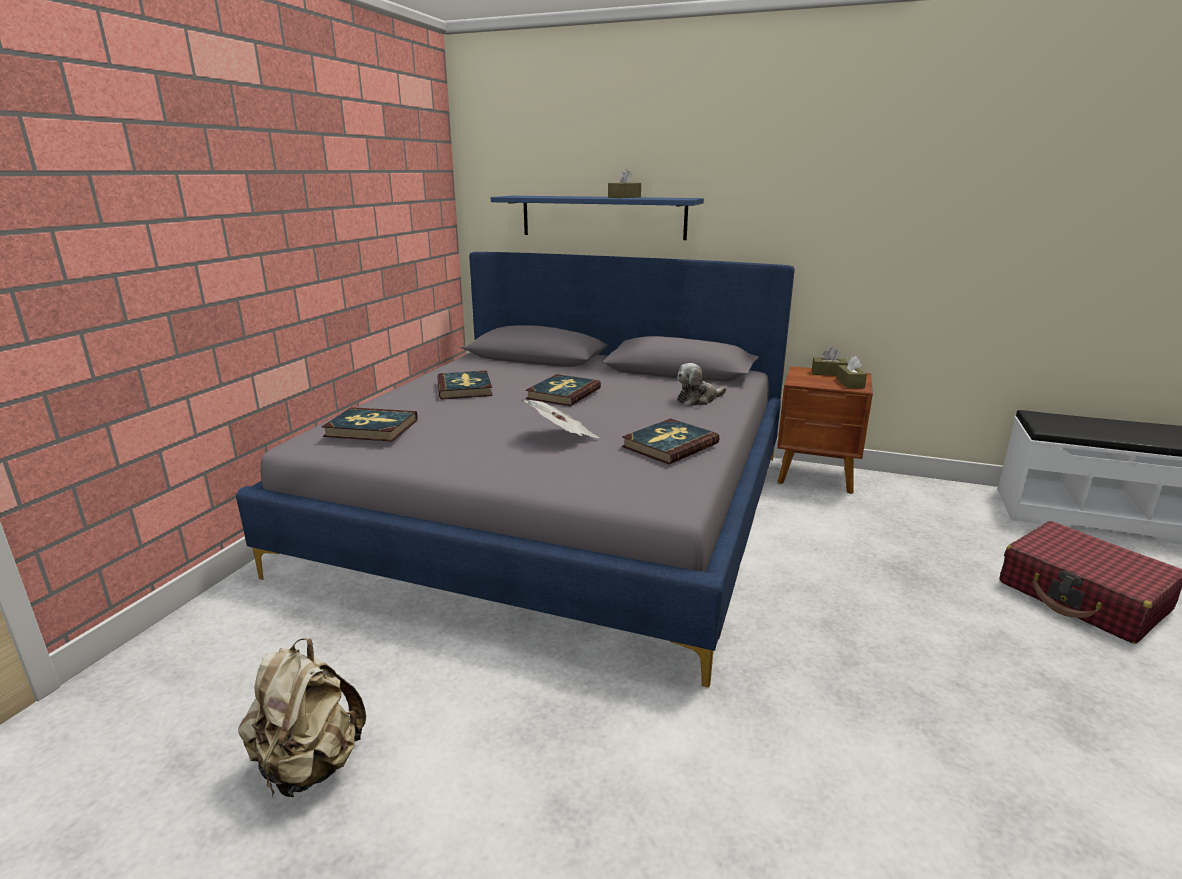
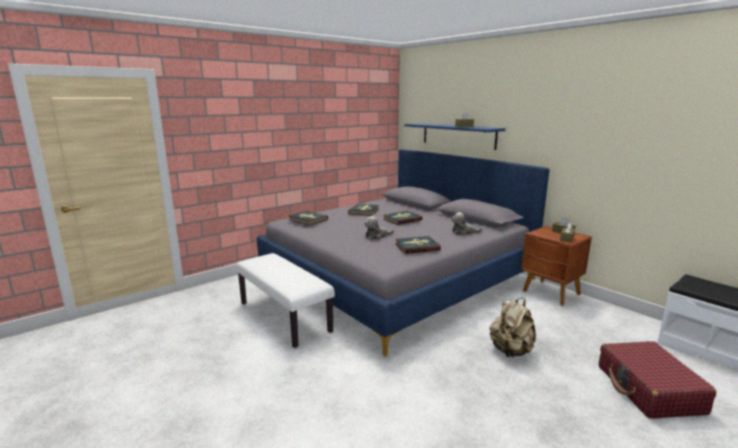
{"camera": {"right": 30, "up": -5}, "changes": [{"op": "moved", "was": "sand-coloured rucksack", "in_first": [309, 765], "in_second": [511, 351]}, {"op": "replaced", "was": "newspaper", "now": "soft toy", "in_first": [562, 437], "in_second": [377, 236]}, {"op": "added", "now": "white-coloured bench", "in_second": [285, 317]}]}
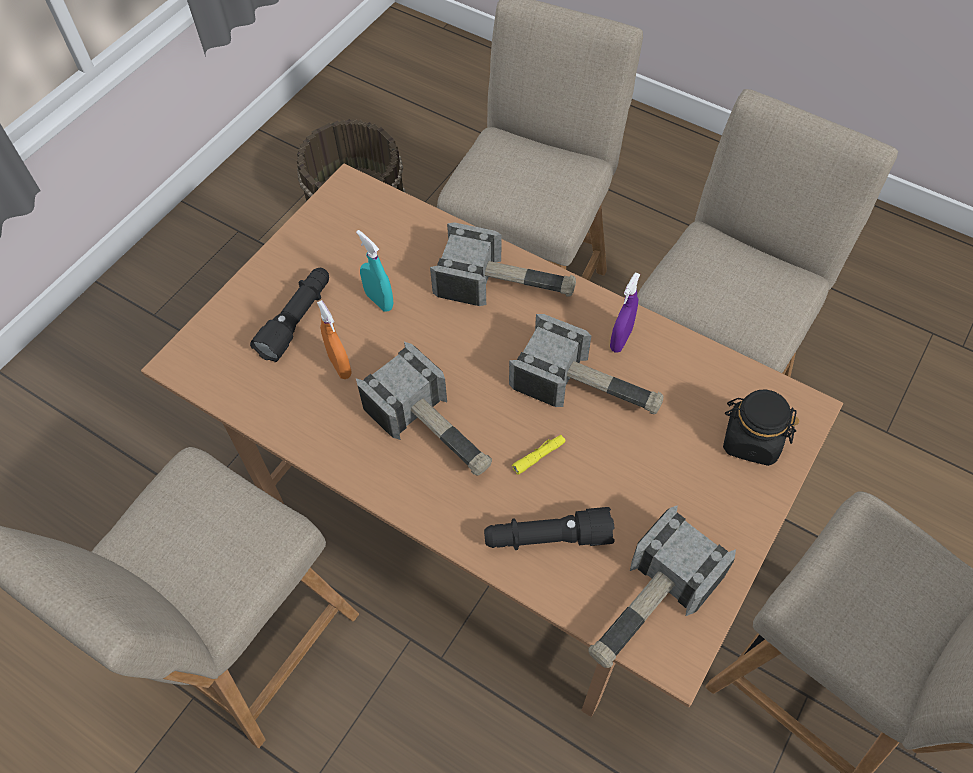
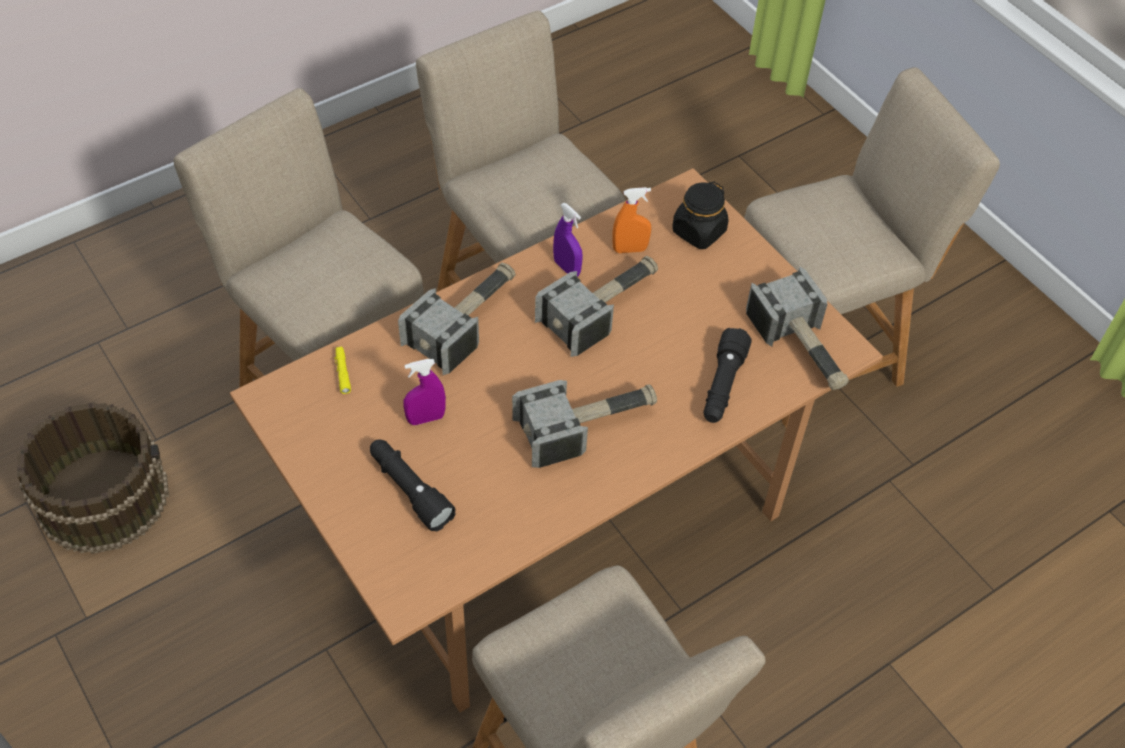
{"camera": {"right": -70, "up": -5}, "changes": [{"op": "moved", "was": "orangey spray bottle", "in_first": [340, 366], "in_second": [630, 249]}, {"op": "recoloured", "was": "blue-green spray bottle", "now": "purple-coloured spray bottle", "in_first": [379, 301], "in_second": [426, 418]}, {"op": "moved", "was": "yellow torch", "in_first": [538, 456], "in_second": [342, 372]}]}
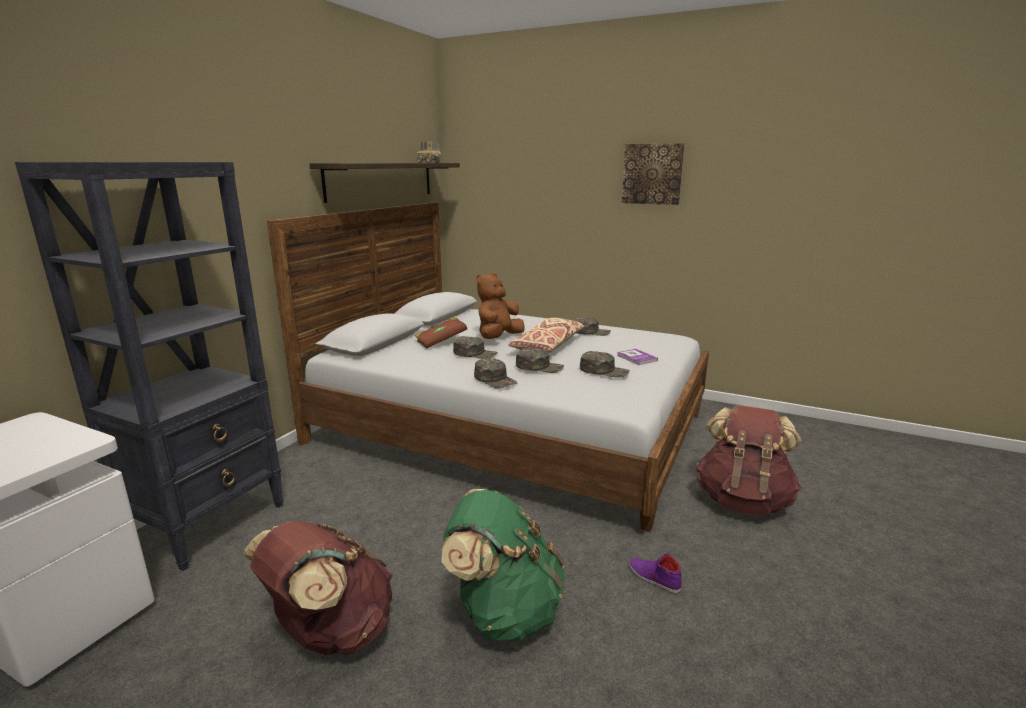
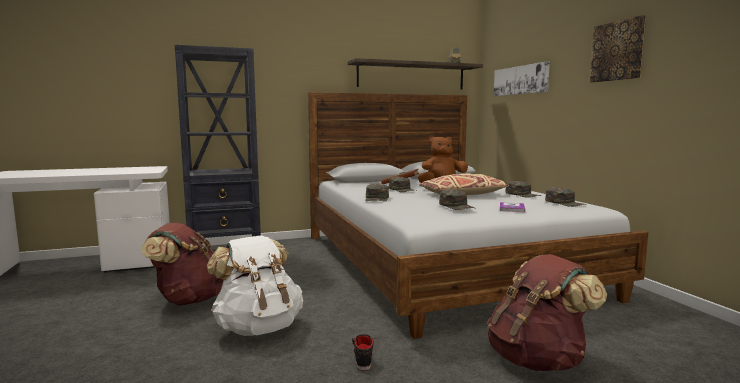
{"camera": {"right": 45, "up": -10}, "changes": [{"op": "recoloured", "was": "green-coloured rucksack", "now": "white-coloured rucksack", "in_first": [504, 611], "in_second": [258, 327]}, {"op": "moved", "was": "green-coloured baseball cap", "in_first": [539, 367], "in_second": [565, 203]}, {"op": "recoloured", "was": "purple-coloured low shoe", "now": "black-coloured low shoe", "in_first": [653, 578], "in_second": [362, 357]}, {"op": "added", "now": "wall art", "in_second": [520, 80]}]}
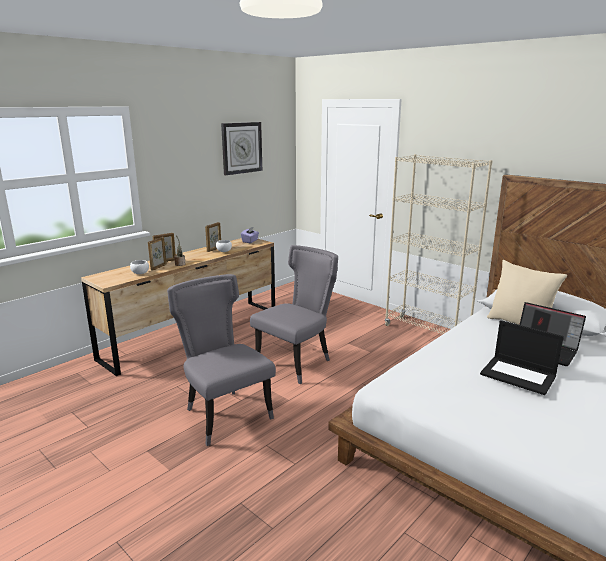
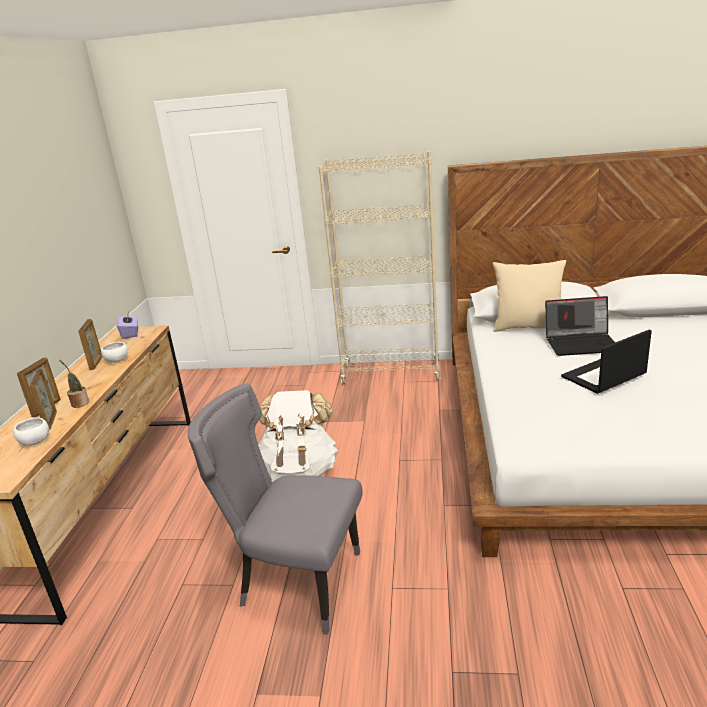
{"camera": {"right": -35, "up": 5}, "changes": [{"op": "removed", "was": "wall clock", "in_first": [241, 148]}, {"op": "replaced", "was": "greyish upright chair", "now": "white-coloured rucksack", "in_first": [297, 362], "in_second": [299, 471]}, {"op": "turned", "was": "notebook computer", "in_first": [519, 375], "in_second": [603, 376], "clockwise": 150}]}
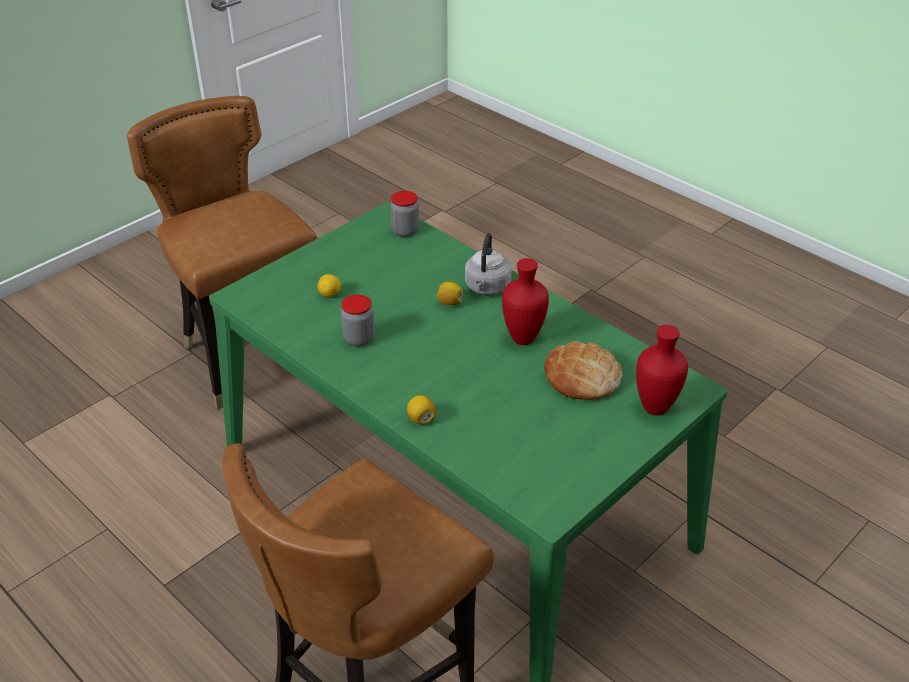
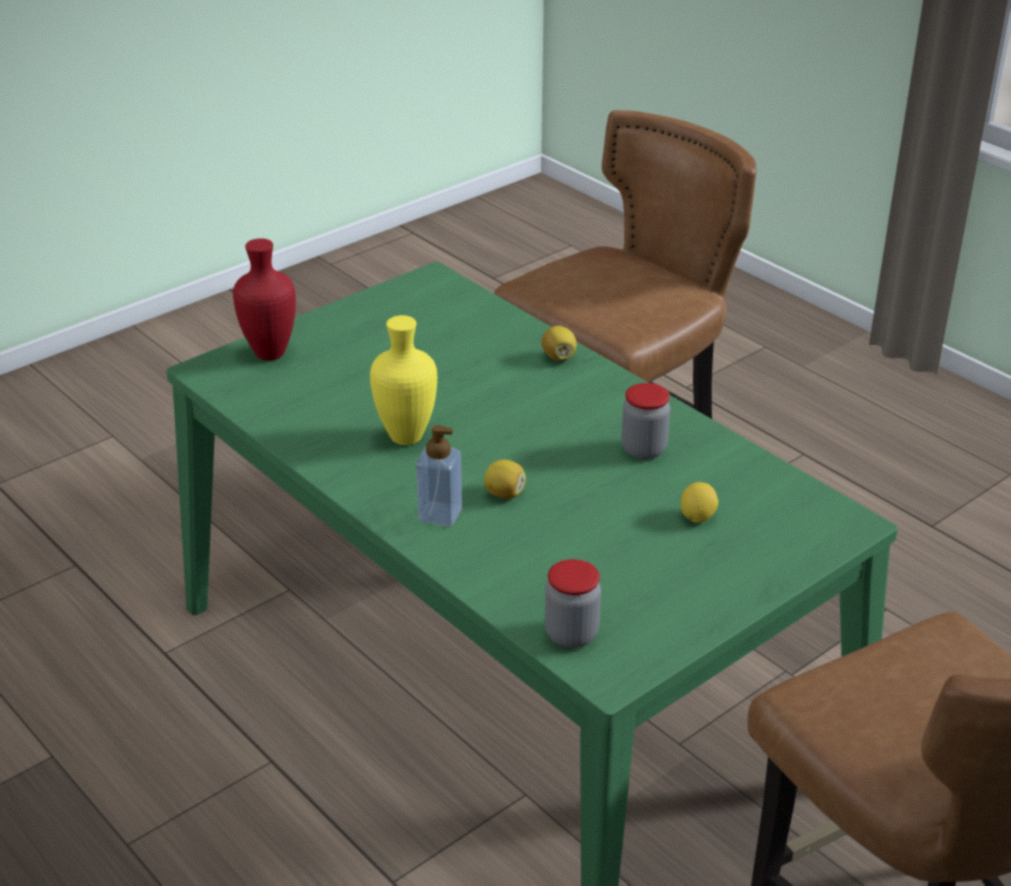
{"camera": {"right": -175, "up": -5}, "changes": [{"op": "replaced", "was": "greyish tea kettle", "now": "liquid soap bottle", "in_first": [487, 288], "in_second": [440, 514]}, {"op": "recoloured", "was": "red flower vase", "now": "yellow flower vase", "in_first": [524, 339], "in_second": [404, 437]}, {"op": "removed", "was": "bakery bread", "in_first": [582, 377]}]}
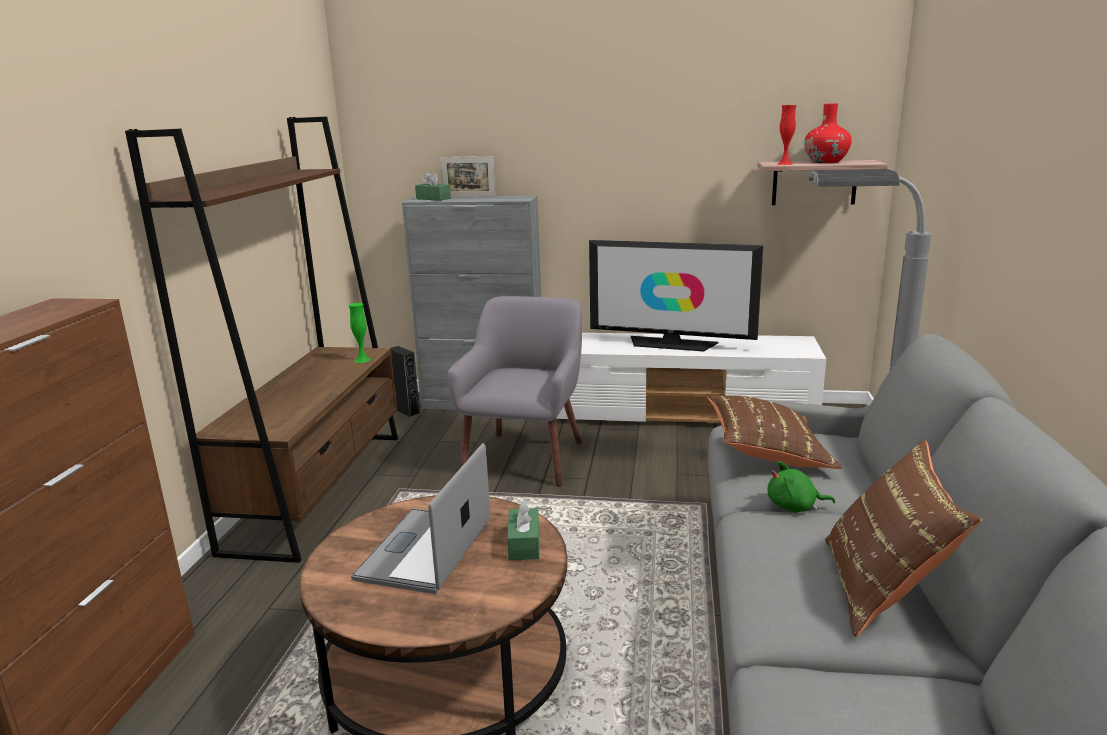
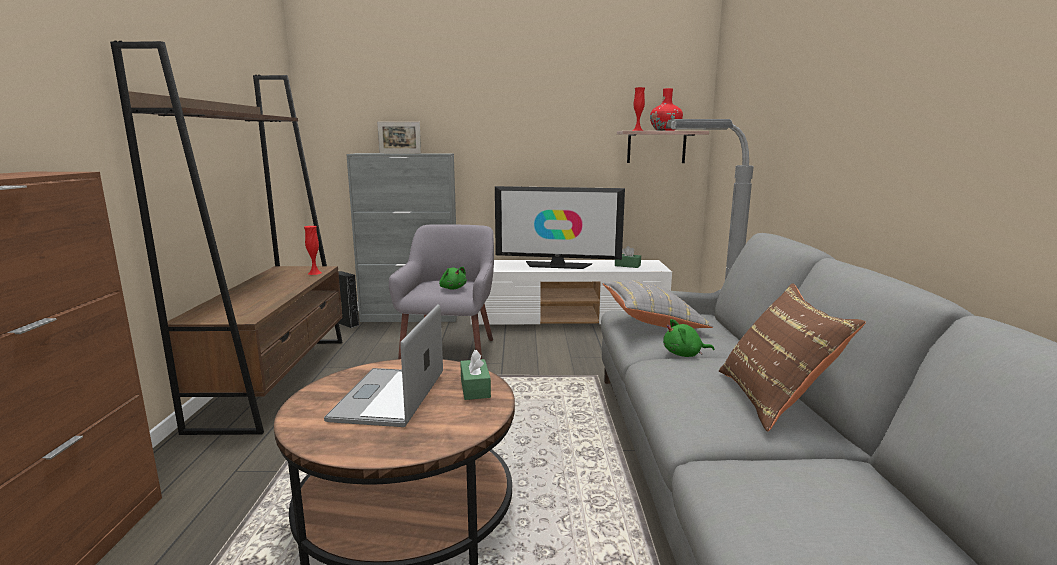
{"camera": {"right": -10, "up": -5}, "changes": [{"op": "recoloured", "was": "green-coloured flower vase", "now": "red flower vase", "in_first": [362, 360], "in_second": [314, 273]}, {"op": "moved", "was": "green-coloured tissue box", "in_first": [433, 198], "in_second": [627, 265]}, {"op": "recoloured", "was": "brown-coloured cushion", "now": "greyish cushion", "in_first": [767, 452], "in_second": [652, 322]}, {"op": "added", "now": "green-coloured soft toy", "in_second": [452, 288]}]}
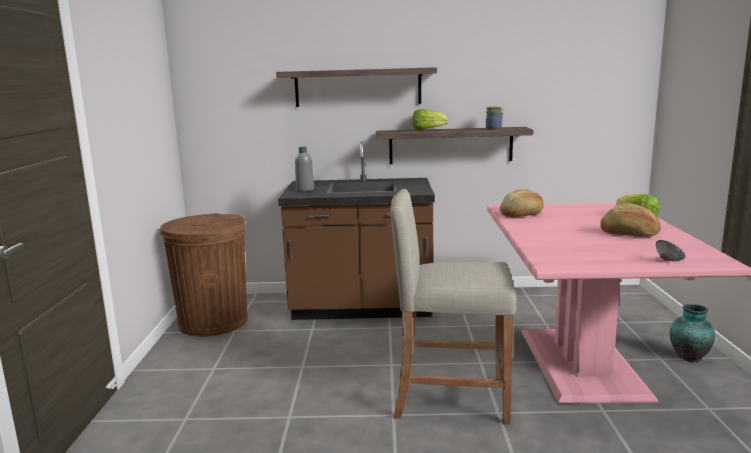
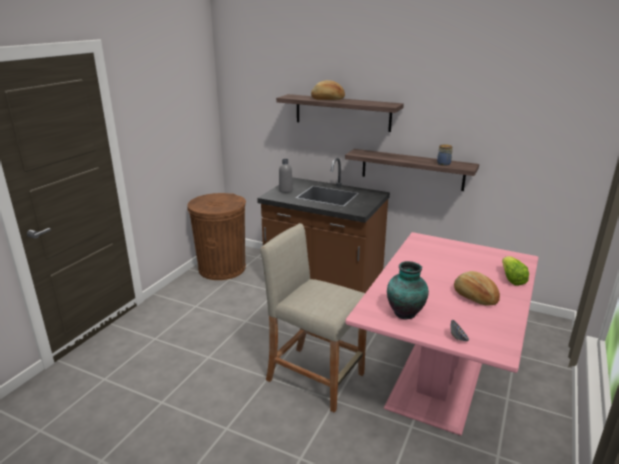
{"camera": {"right": 25, "up": 10}, "changes": [{"op": "removed", "was": "lettuce head", "in_first": [427, 130]}, {"op": "moved", "was": "bakery bread", "in_first": [522, 215], "in_second": [327, 99]}, {"op": "moved", "was": "flower vase", "in_first": [689, 356], "in_second": [406, 312]}]}
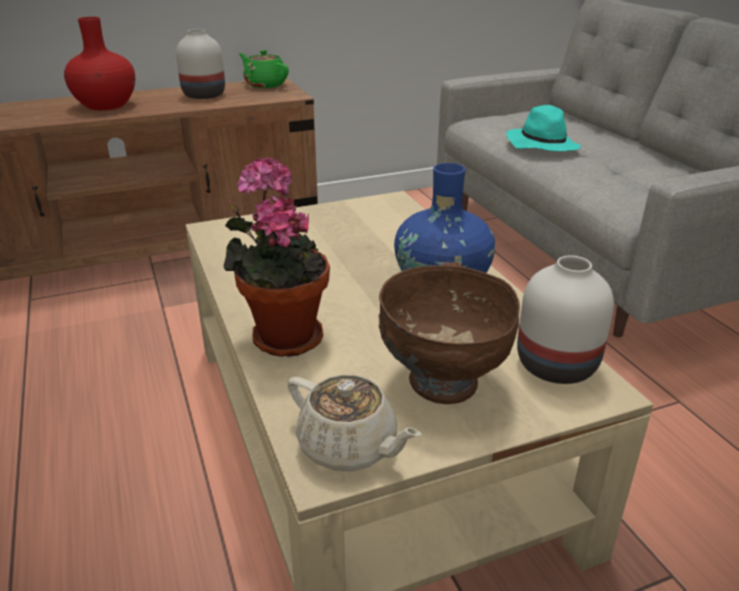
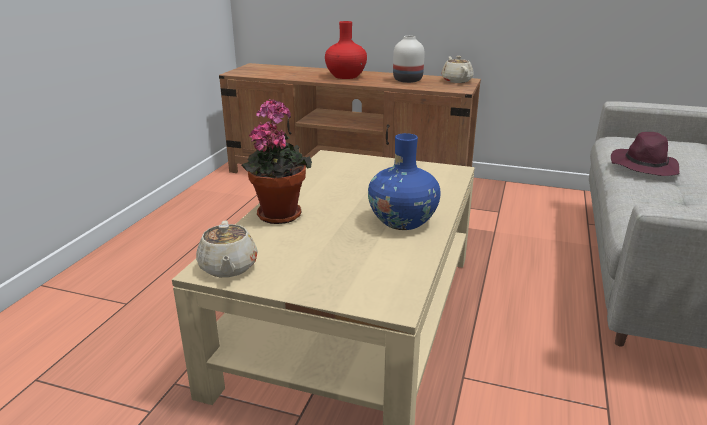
{"camera": {"right": 40, "up": -5}, "changes": [{"op": "recoloured", "was": "green-coloured tea pot", "now": "sand-coloured tea pot", "in_first": [265, 85], "in_second": [456, 80]}, {"op": "removed", "was": "brown-coloured deep dish", "in_first": [442, 384]}, {"op": "recoloured", "was": "blue-green hat", "now": "purple-coloured hat", "in_first": [541, 145], "in_second": [643, 167]}, {"op": "removed", "was": "white-coloured flower vase", "in_first": [555, 364]}]}
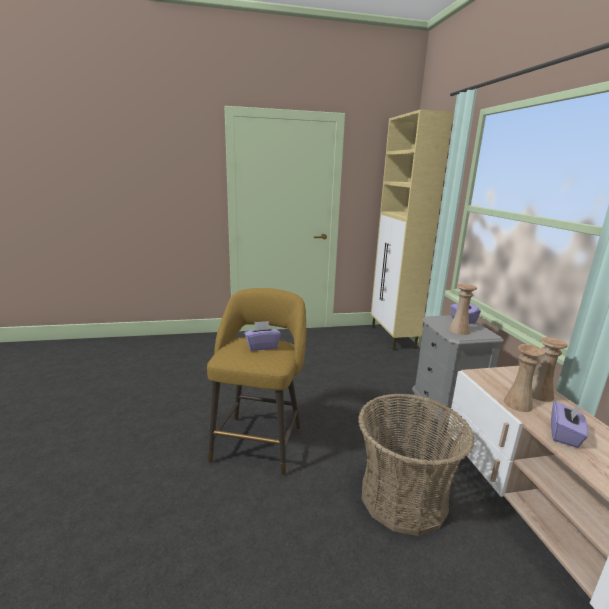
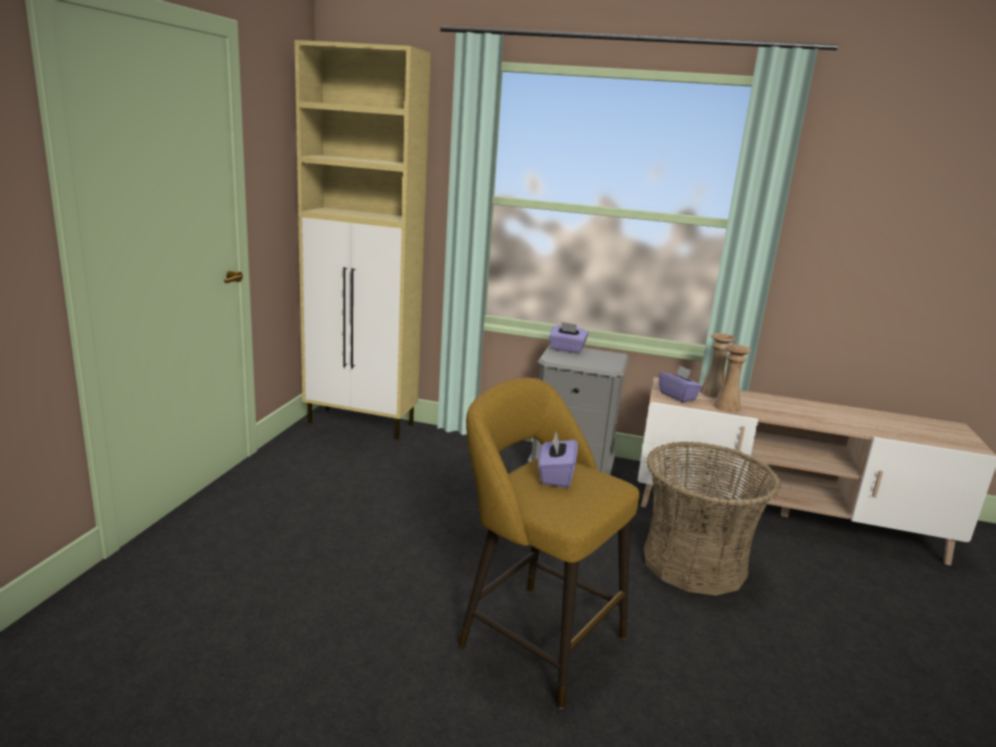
{"camera": {"right": -65, "up": 0}, "changes": [{"op": "removed", "was": "sand-coloured flower vase", "in_first": [459, 330]}, {"op": "moved", "was": "purple-coloured tissue box", "in_first": [564, 435], "in_second": [677, 396]}]}
